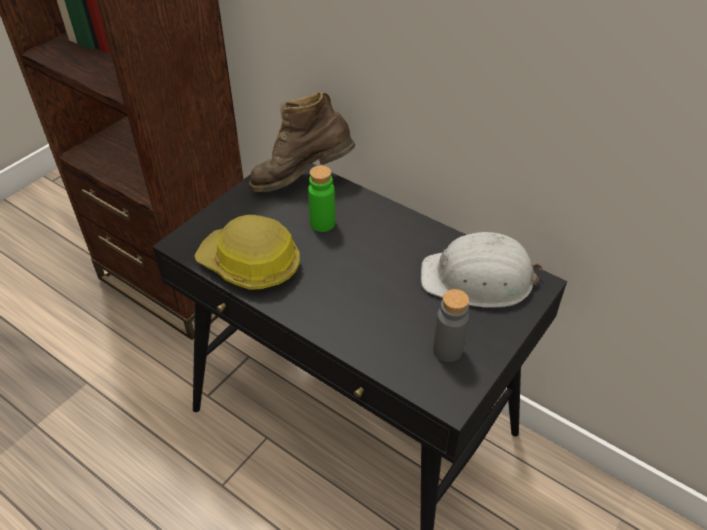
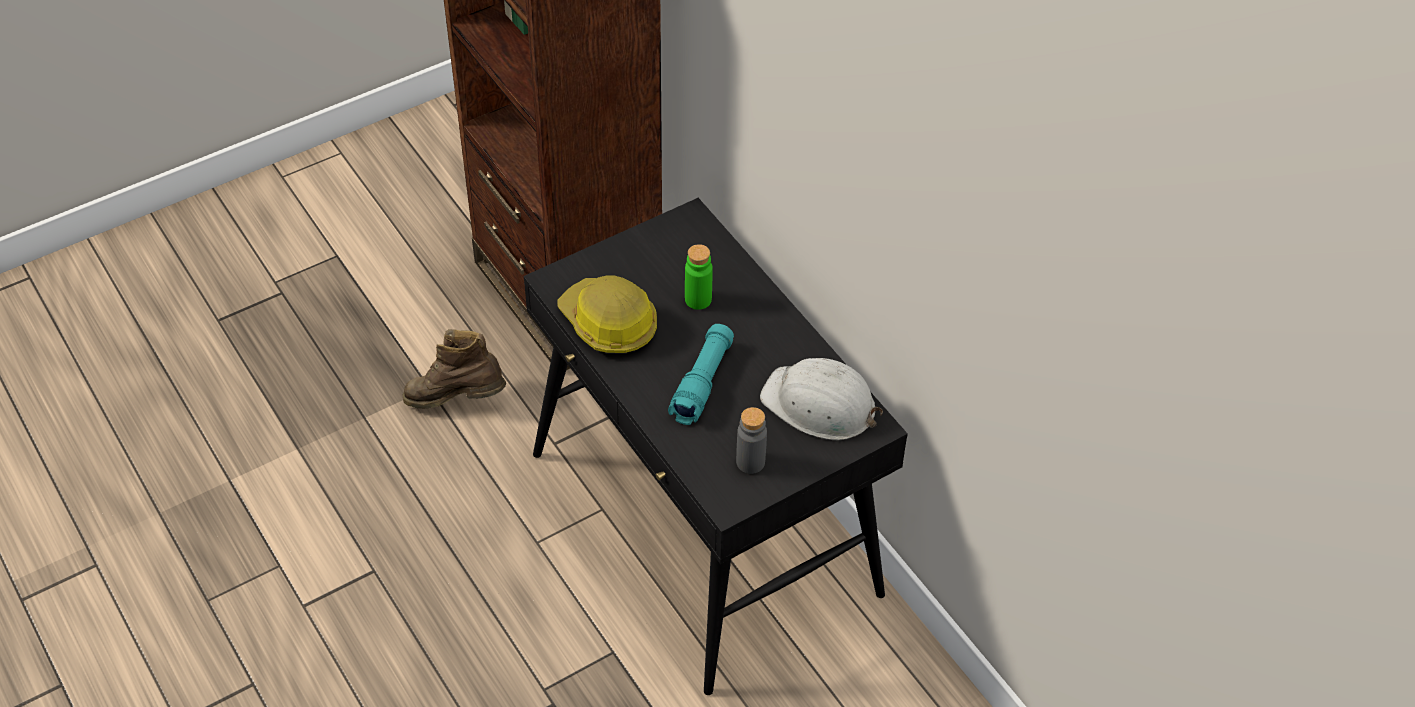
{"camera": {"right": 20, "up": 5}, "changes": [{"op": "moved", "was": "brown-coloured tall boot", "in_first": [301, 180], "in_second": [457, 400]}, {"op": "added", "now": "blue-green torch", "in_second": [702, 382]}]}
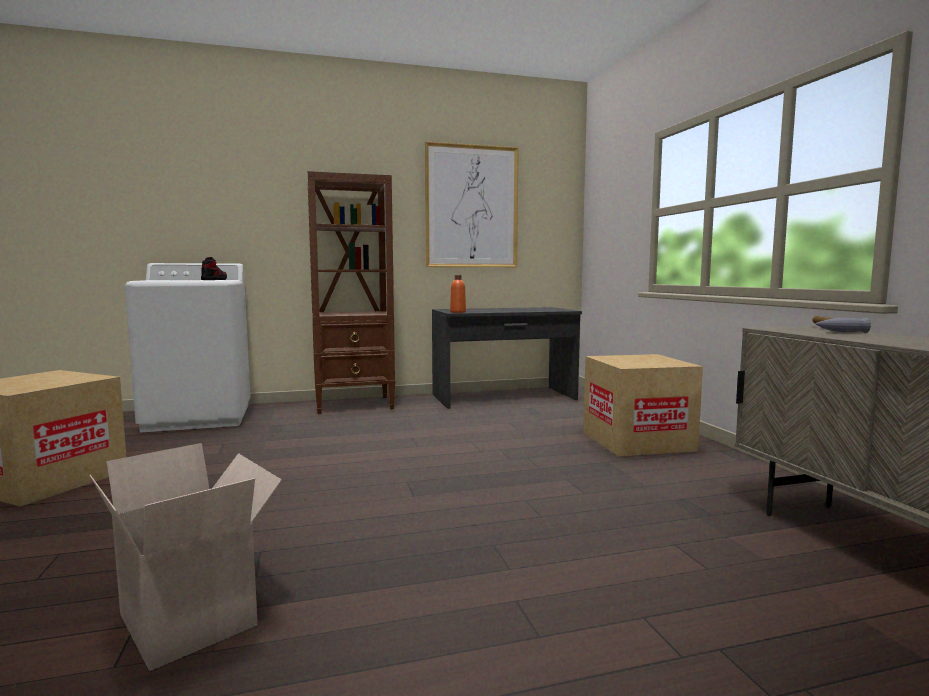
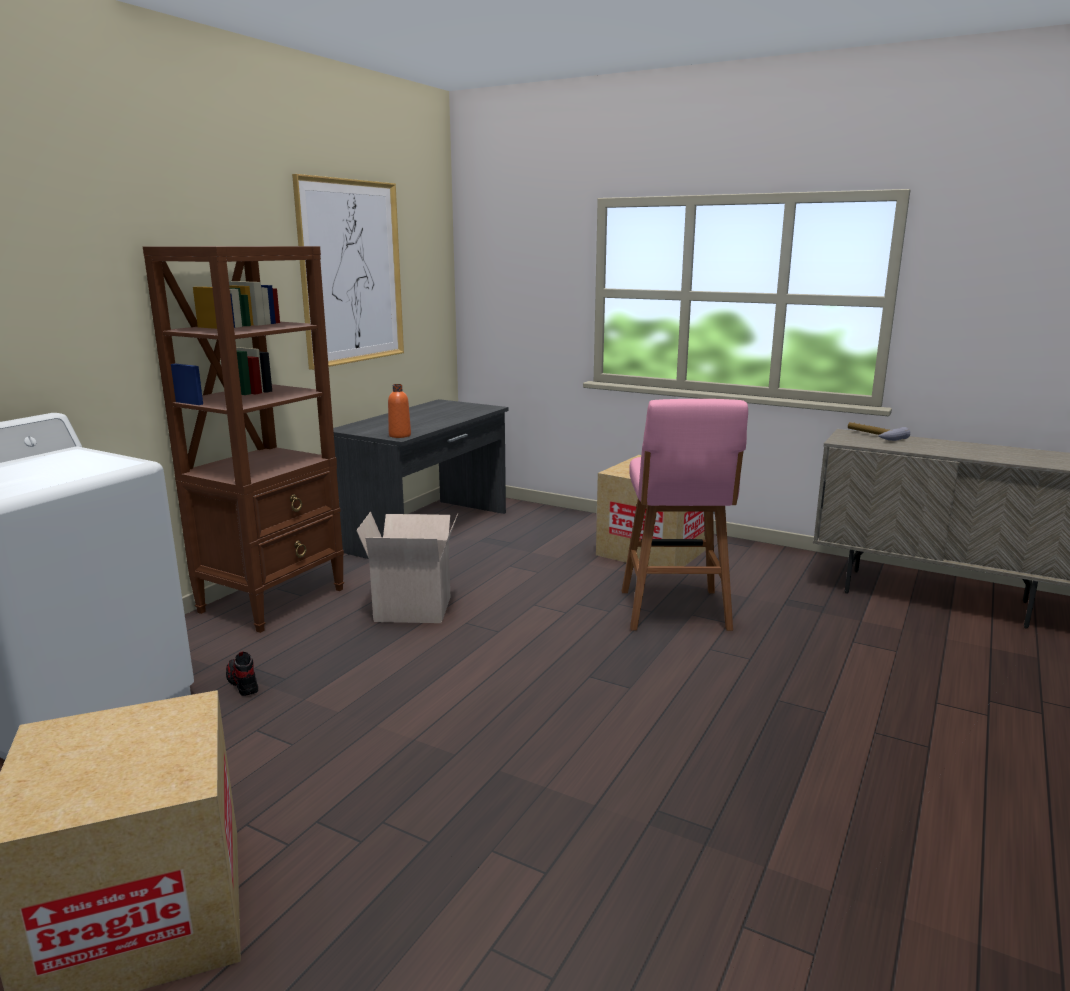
{"camera": {"right": -45, "up": 10}, "changes": [{"op": "moved", "was": "packing box", "in_first": [193, 619], "in_second": [415, 608]}, {"op": "moved", "was": "low shoe", "in_first": [214, 280], "in_second": [242, 683]}, {"op": "added", "now": "pinkish stool seat", "in_second": [675, 612]}]}
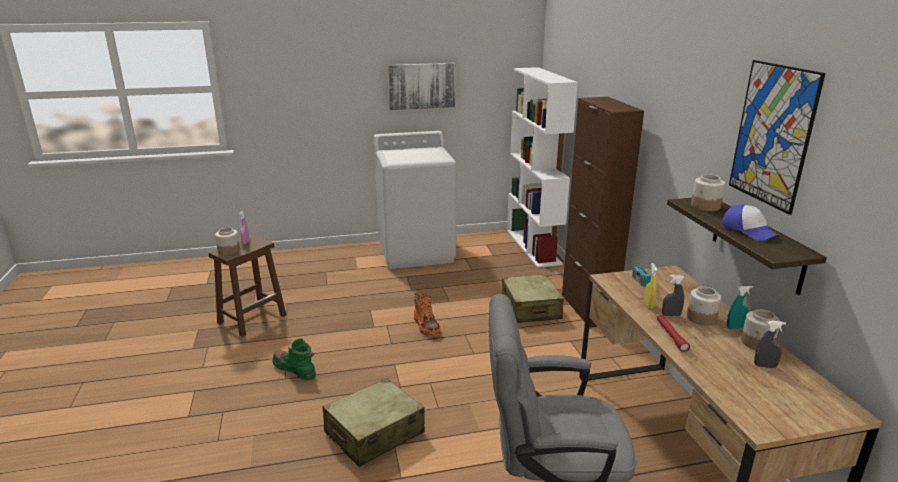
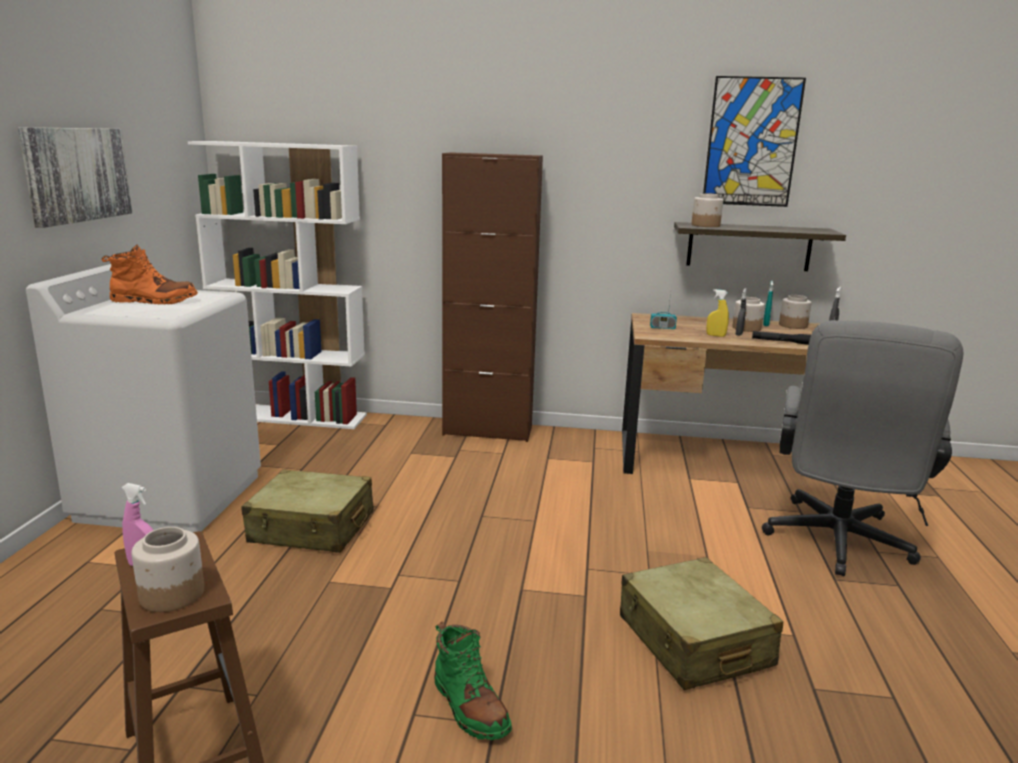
{"camera": {"right": -70, "up": -5}, "changes": [{"op": "turned", "was": "green-coloured tall boot", "in_first": [294, 369], "in_second": [469, 707], "clockwise": -90}, {"op": "moved", "was": "orangey tall boot", "in_first": [426, 327], "in_second": [154, 301]}, {"op": "moved", "was": "sand-coloured piece of luggage", "in_first": [530, 308], "in_second": [312, 528]}, {"op": "recoloured", "was": "red torch", "now": "black-coloured torch", "in_first": [671, 336], "in_second": [780, 342]}, {"op": "removed", "was": "baseball cap", "in_first": [748, 230]}]}
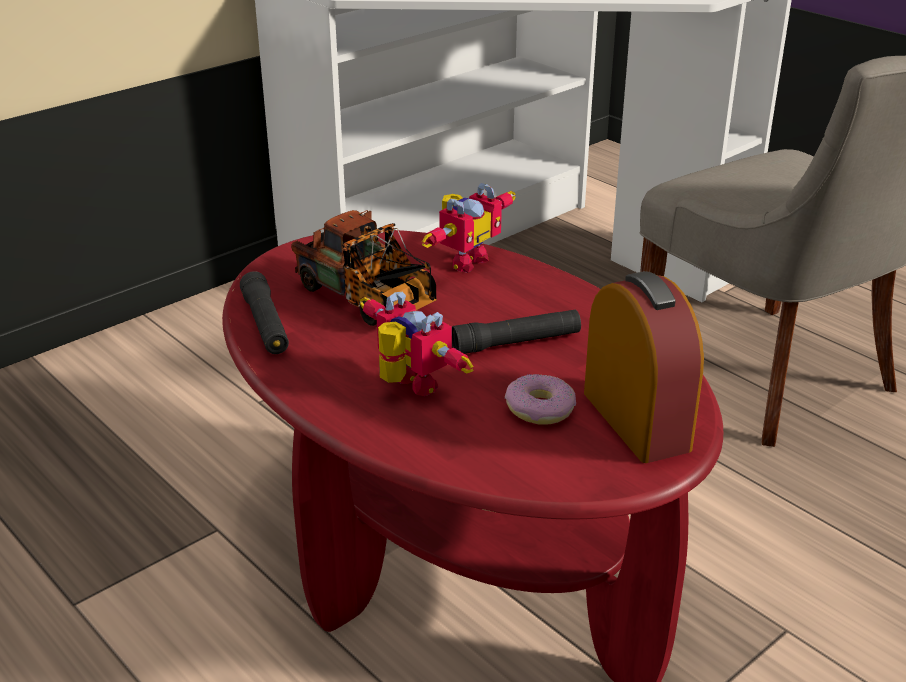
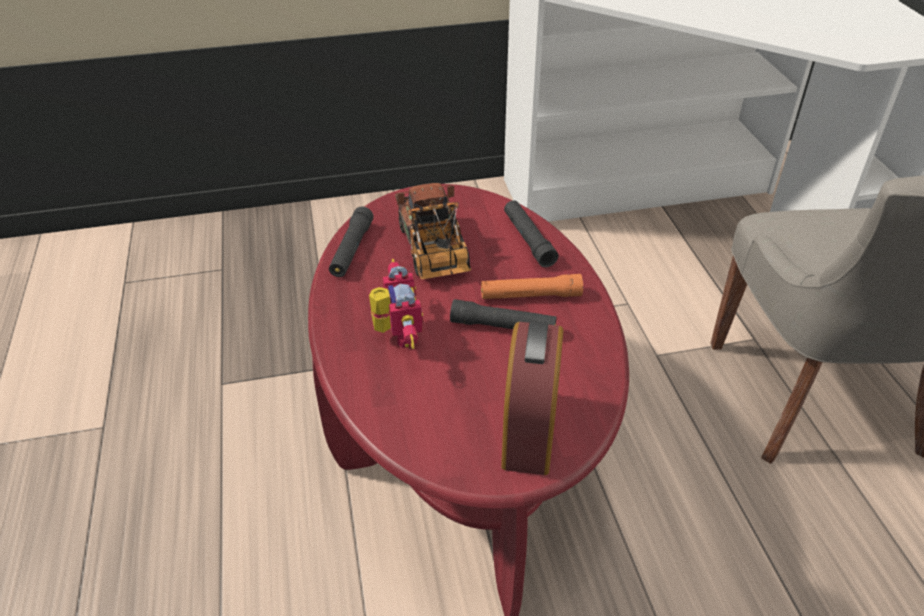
{"camera": {"right": 30, "up": 10}, "changes": [{"op": "replaced", "was": "robot figure", "now": "black-coloured torch", "in_first": [463, 260], "in_second": [528, 240]}, {"op": "removed", "was": "doughnut", "in_first": [540, 408]}, {"op": "added", "now": "orangey torch", "in_second": [530, 296]}]}
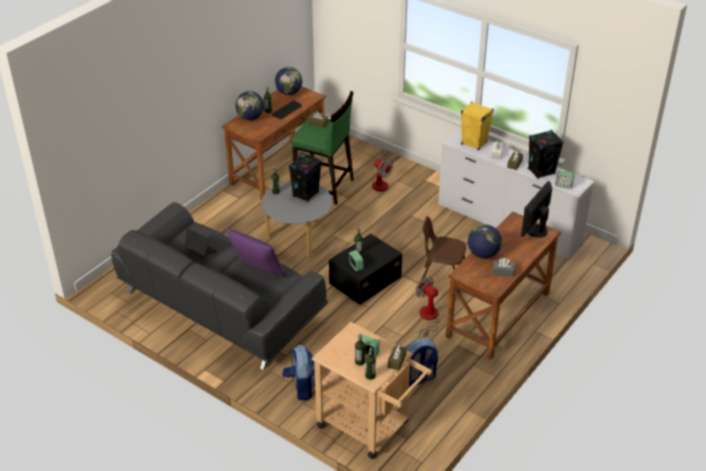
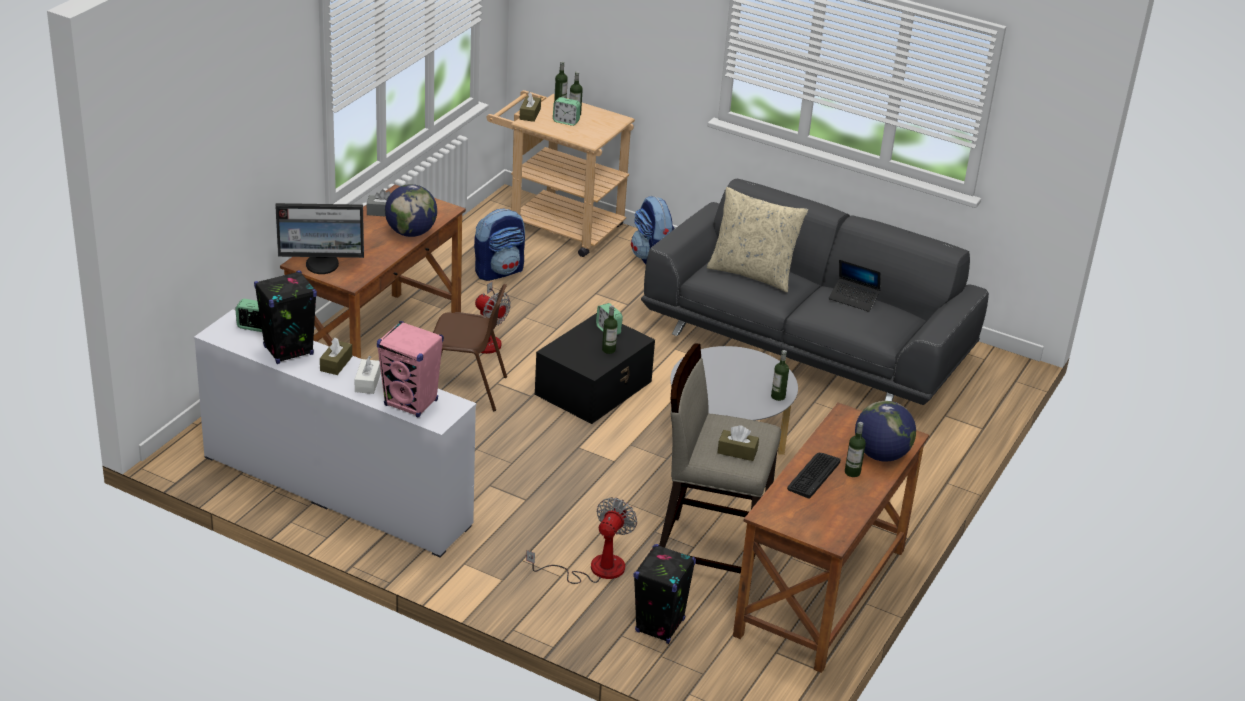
{"camera": {"right": 170, "up": -5}, "changes": [{"op": "recoloured", "was": "purple-coloured cushion", "now": "sand-coloured cushion", "in_first": [257, 273], "in_second": [752, 273]}, {"op": "removed", "was": "desk globe", "in_first": [289, 93]}, {"op": "moved", "was": "black-coloured loudspeaker", "in_first": [306, 194], "in_second": [660, 626]}, {"op": "recoloured", "was": "green-coloured stool seat", "now": "sand-coloured stool seat", "in_first": [324, 187], "in_second": [709, 553]}, {"op": "turned", "was": "fan", "in_first": [381, 182], "in_second": [594, 569], "clockwise": 75}, {"op": "recoloured", "was": "yellow loudspeaker", "now": "pinkish loudspeaker", "in_first": [474, 143], "in_second": [411, 403]}, {"op": "turned", "was": "computer screen", "in_first": [535, 230], "in_second": [322, 265], "clockwise": 60}]}
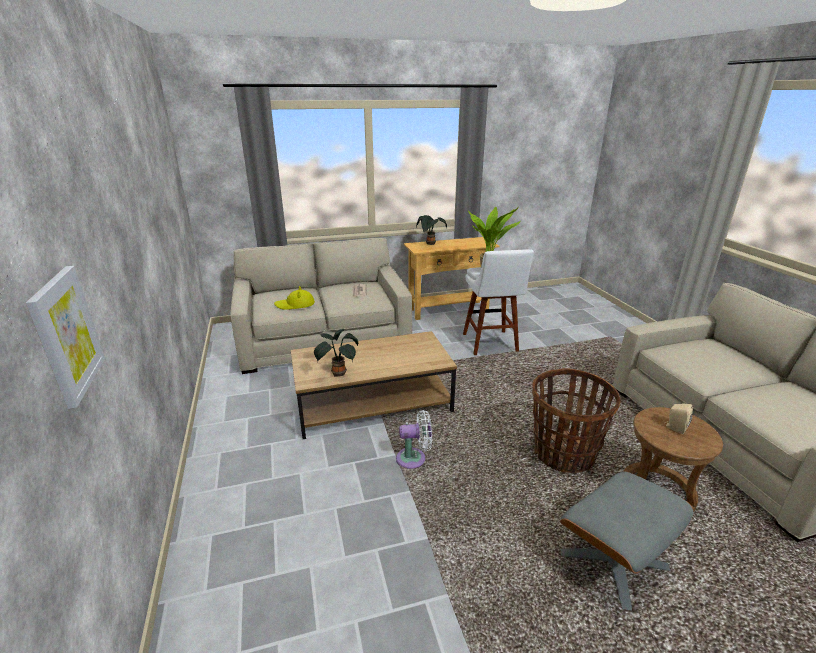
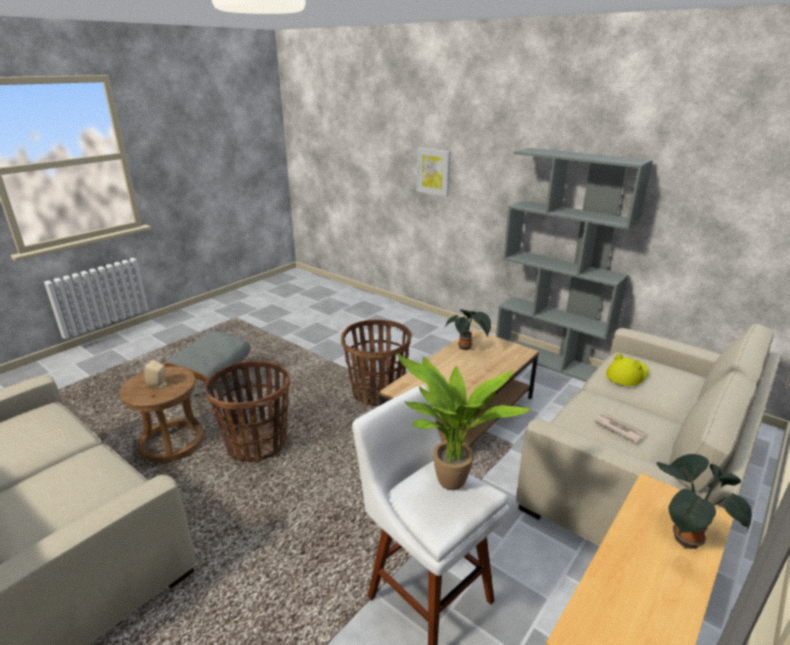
{"camera": {"right": 145, "up": 0}, "changes": [{"op": "replaced", "was": "white-coloured fan", "now": "household basket", "in_first": [414, 458], "in_second": [377, 393]}, {"op": "added", "now": "greyish bookcase", "in_second": [549, 360]}]}
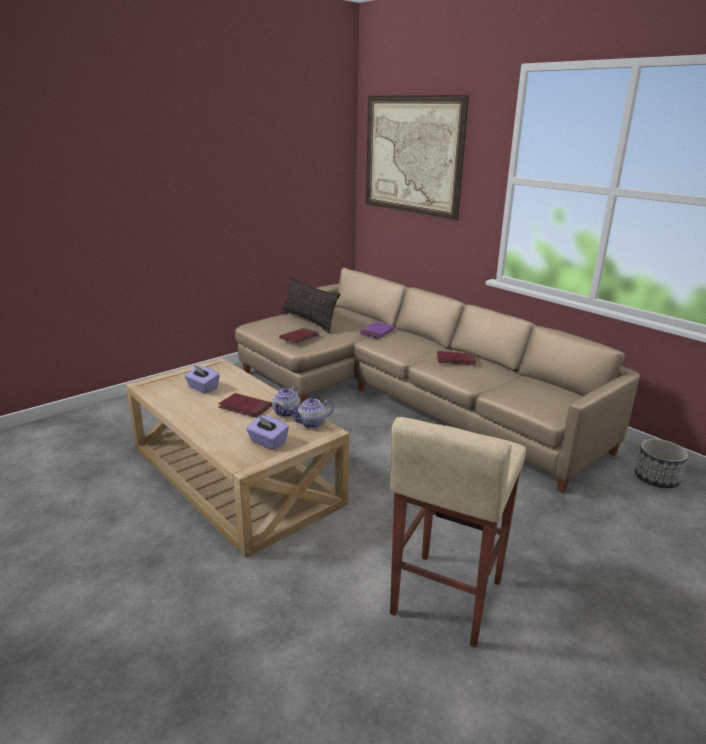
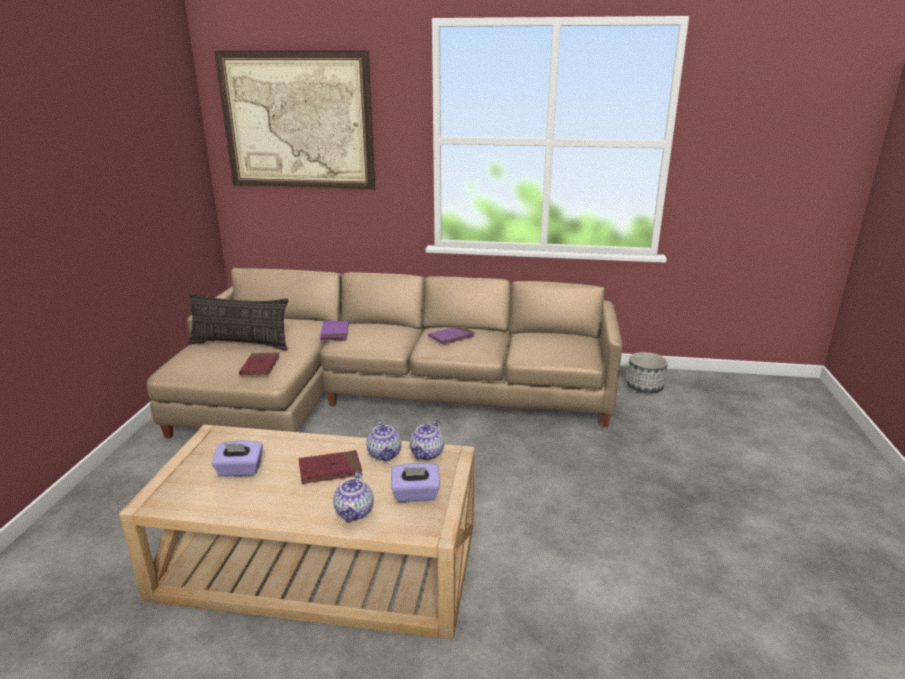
{"camera": {"right": -40, "up": 0}, "changes": [{"op": "removed", "was": "sand-coloured stool seat", "in_first": [445, 597]}, {"op": "recoloured", "was": "red book", "now": "purple-coloured book", "in_first": [456, 360], "in_second": [451, 337]}, {"op": "added", "now": "tea pot", "in_second": [355, 512]}]}
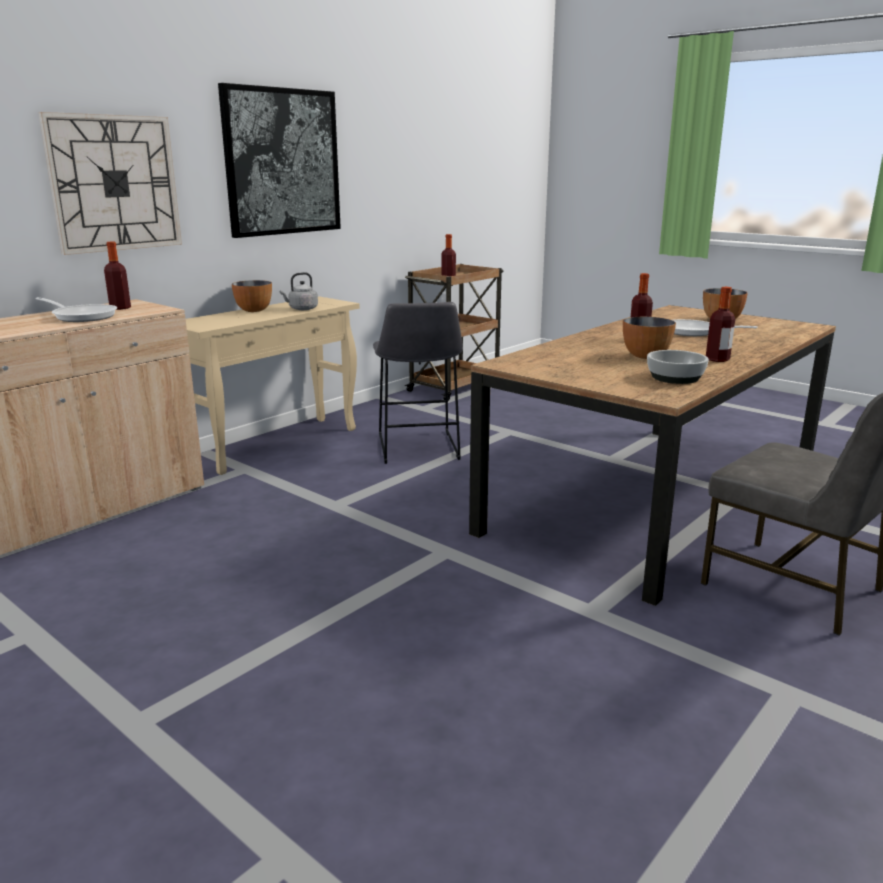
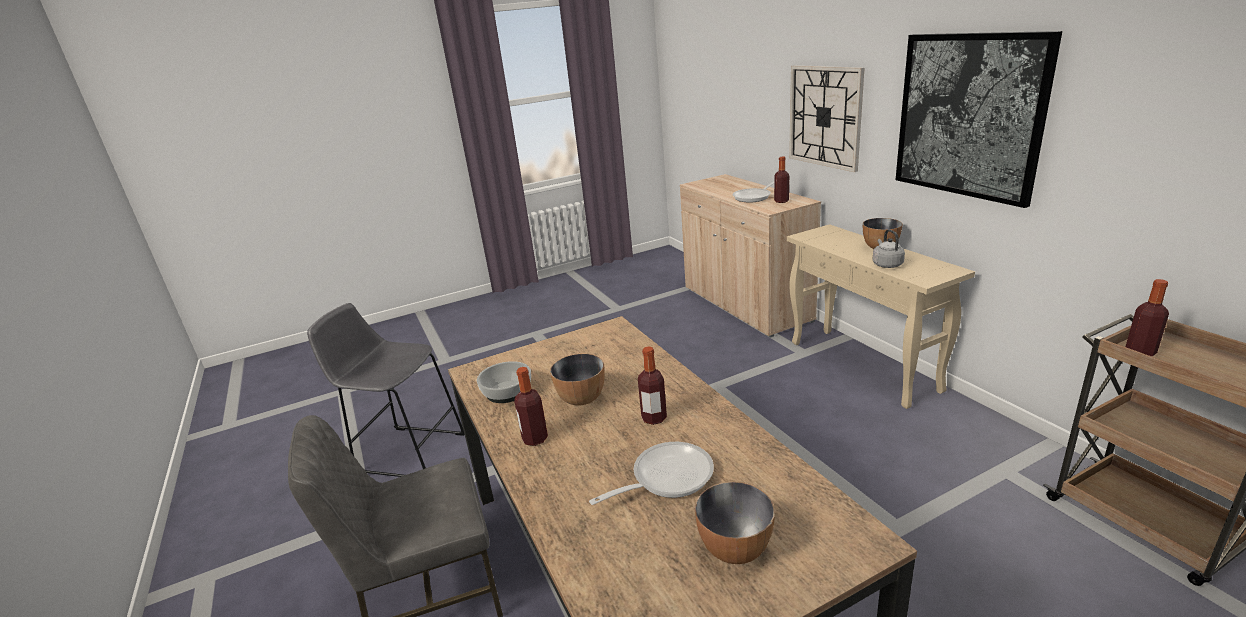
{"camera": {"right": 115, "up": 5}, "changes": [{"op": "moved", "was": "greyish stool seat", "in_first": [417, 449], "in_second": [407, 452]}]}
